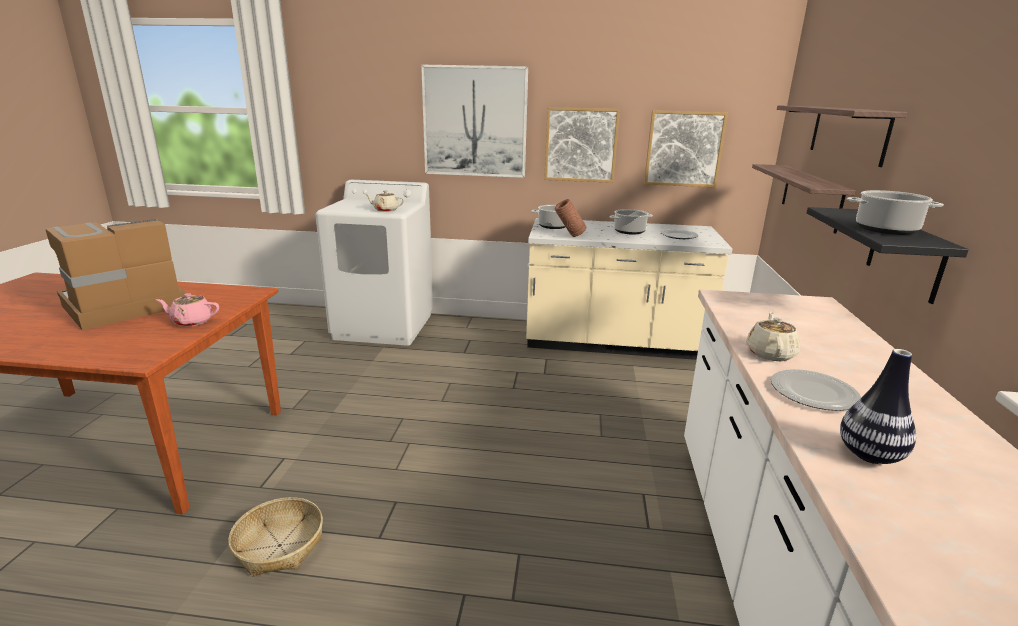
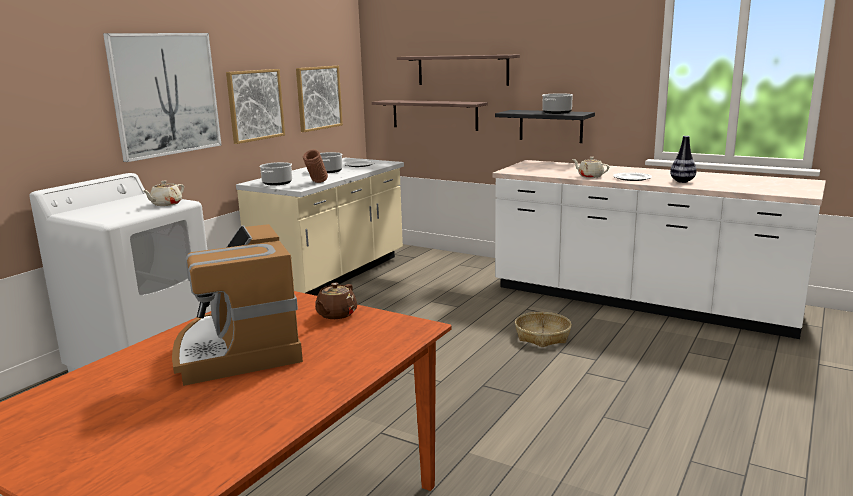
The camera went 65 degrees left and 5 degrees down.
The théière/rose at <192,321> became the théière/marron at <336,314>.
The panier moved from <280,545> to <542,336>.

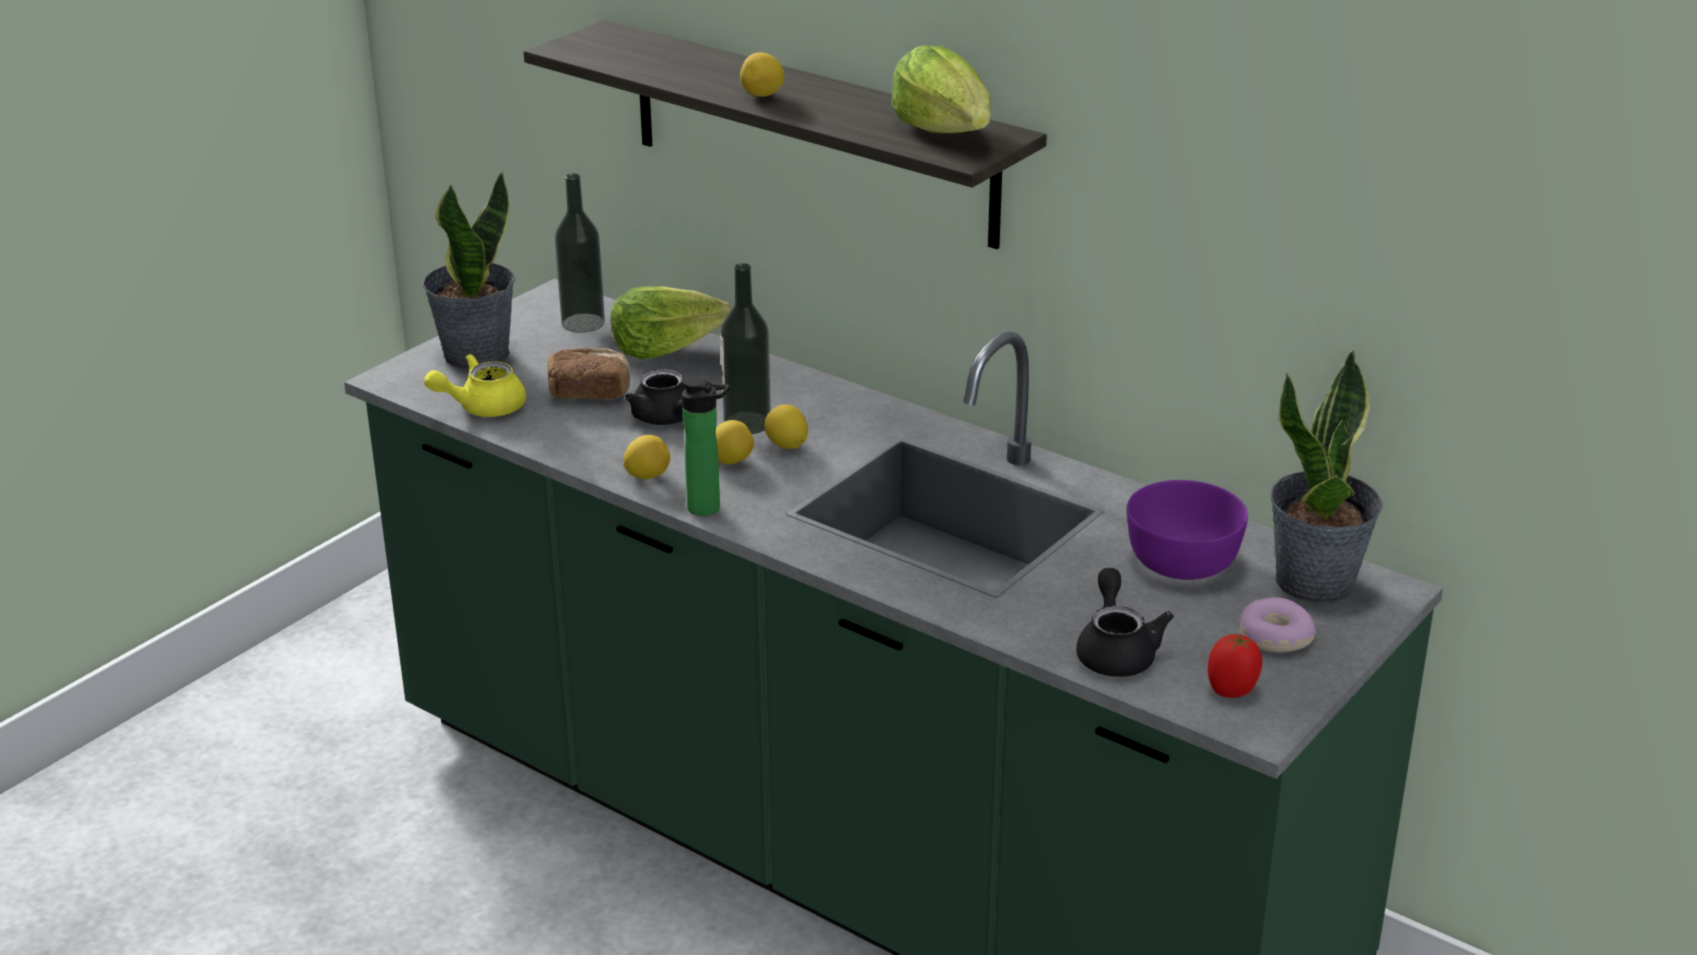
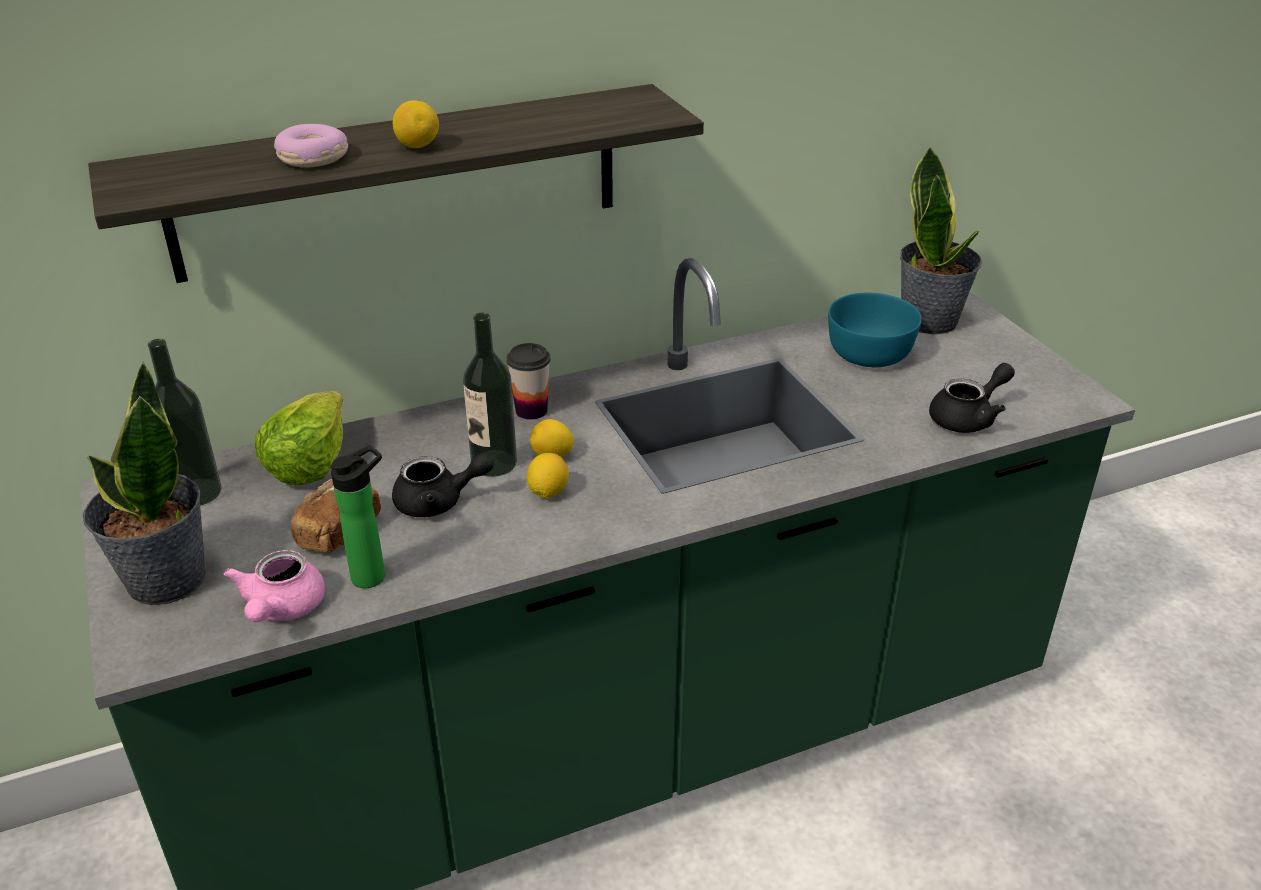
The camera went 60 degrees left and 5 degrees up.
The théière/jaune at <482,407> became the théière/rose at <281,609>.
The beignet moved from <1274,637> to <313,158>.
The bouteille moved from <709,509> to <373,575>.
The tasse at <531,410> appeared.
The bol/violet at <1184,560> became the bol/turquoise at <870,352>.
The théière/noir at <1116,651> turned 120 degrees clockwise.
The citron at <647,476> disappeared.
The laitue at <945,131> disappeared.
The tomate at <1232,690> disappeared.

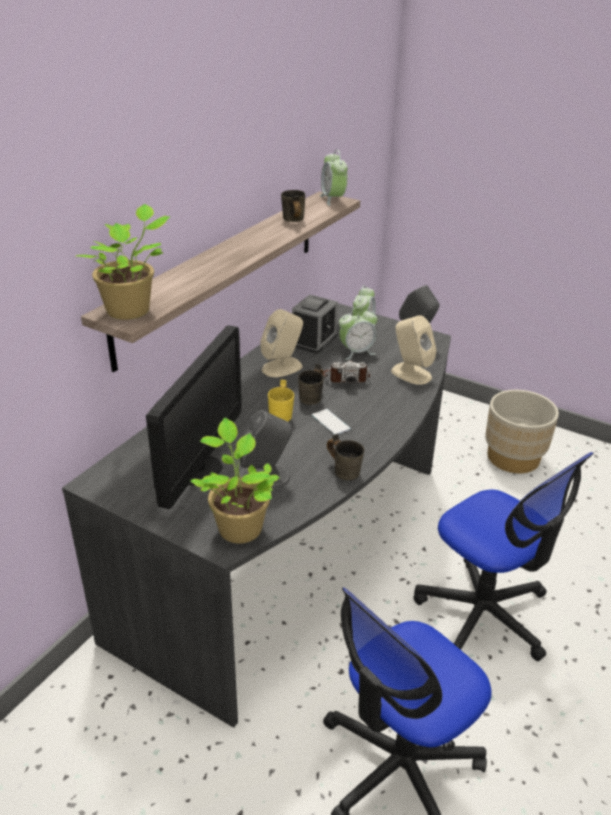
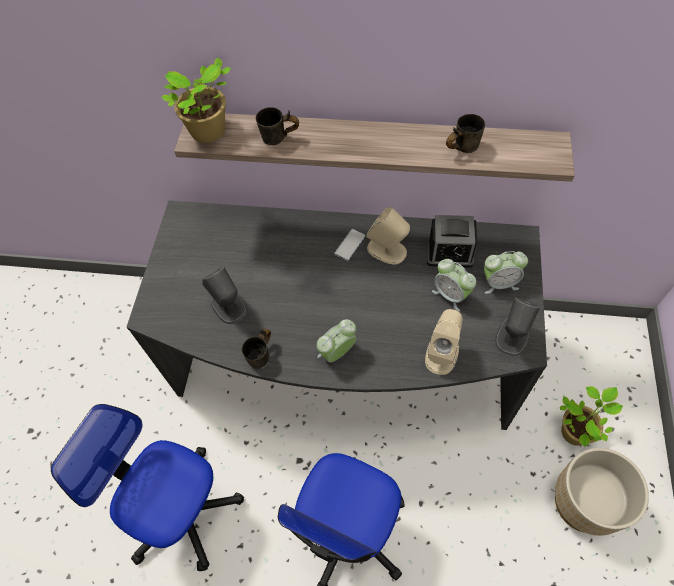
The camera went 70 degrees right and 25 degrees up.
The mug/gris moved from <314,398> to <279,140>.
The réveil moved from <333,199> to <337,352>.
The téléphone moved from <331,422> to <349,245>.
The plante en pot moved from <239,526> to <576,430>.
The écran d'ordinateur at <199,470> disappeared.
The mug/jaune at <284,415> disappeared.
The appareil photo at <346,377> disappeared.

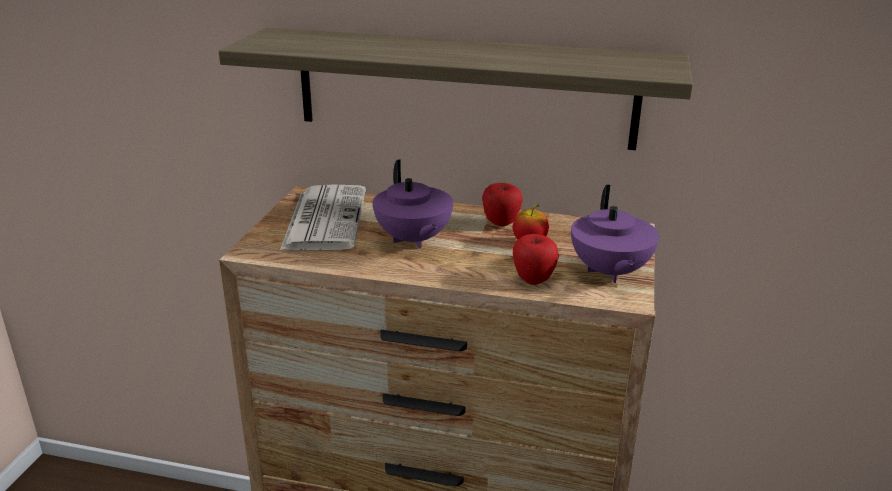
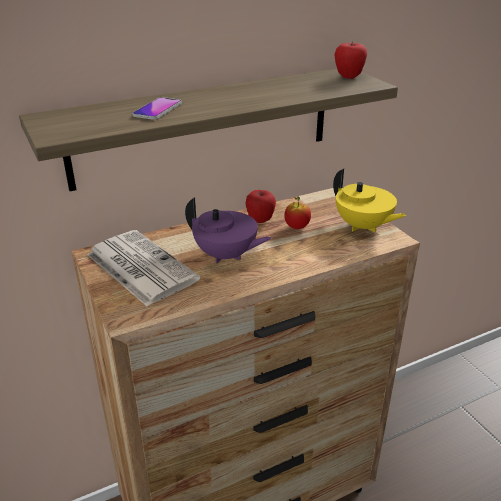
The camera went 40 degrees left and 5 degrees up.
The téléphone at <157,109> appeared.
The théière/violet at <609,272> became the théière/jaune at <363,226>.
The pomme moved from <533,280> to <348,77>.

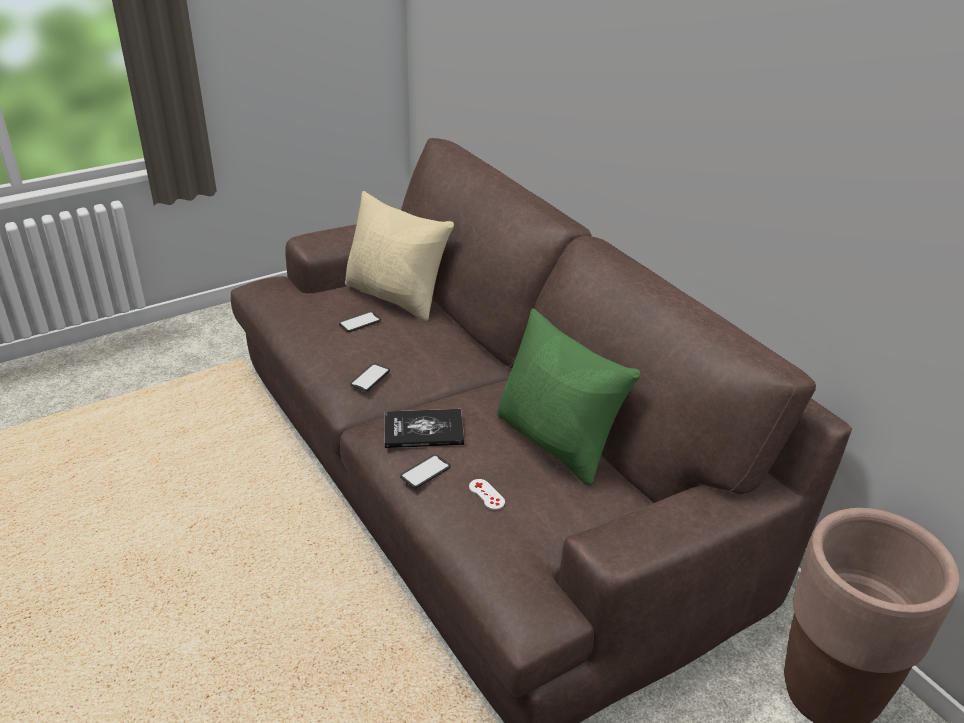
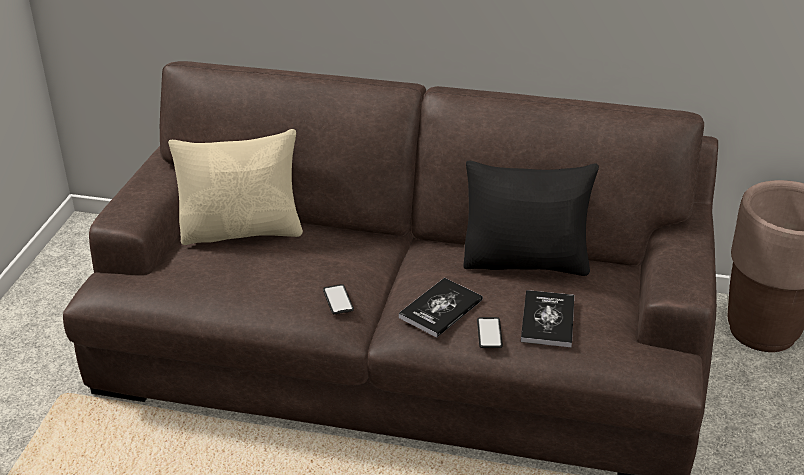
The camera went 45 degrees left and 0 degrees up.
The coussin/vert at <556,442> became the coussin/noir at <526,262>.
The manette/blanc at <486,494> was replaced by the livre at <547,320>.
The téléphone at <360,322> disappeared.

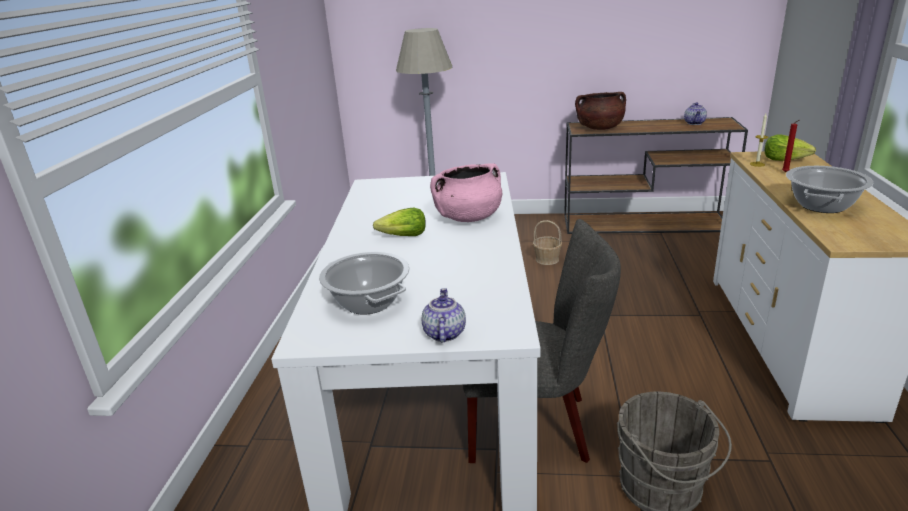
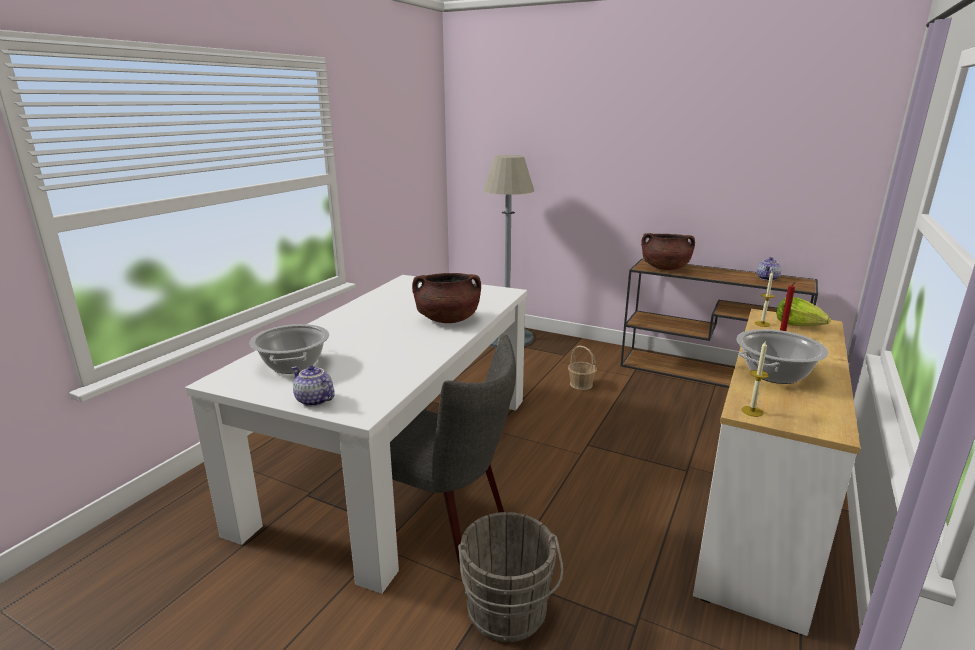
The camera went 20 degrees right and 5 degrees down.
The théière at <443,333> turned 75 degrees counterclockwise.
The marmite/rose at <468,217> became the marmite/marron at <447,319>.
The bougie at <752,411> appeared.
The laitue at <403,236> disappeared.

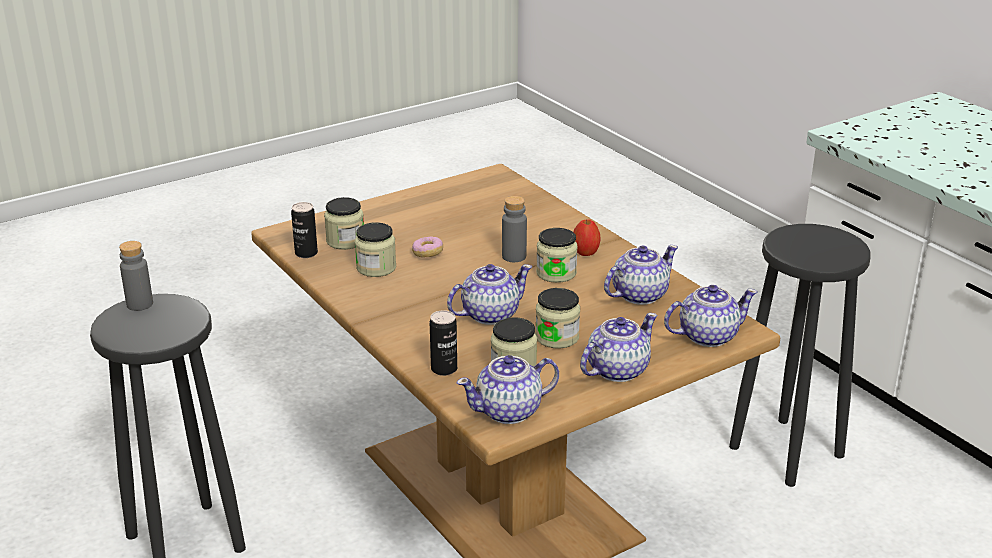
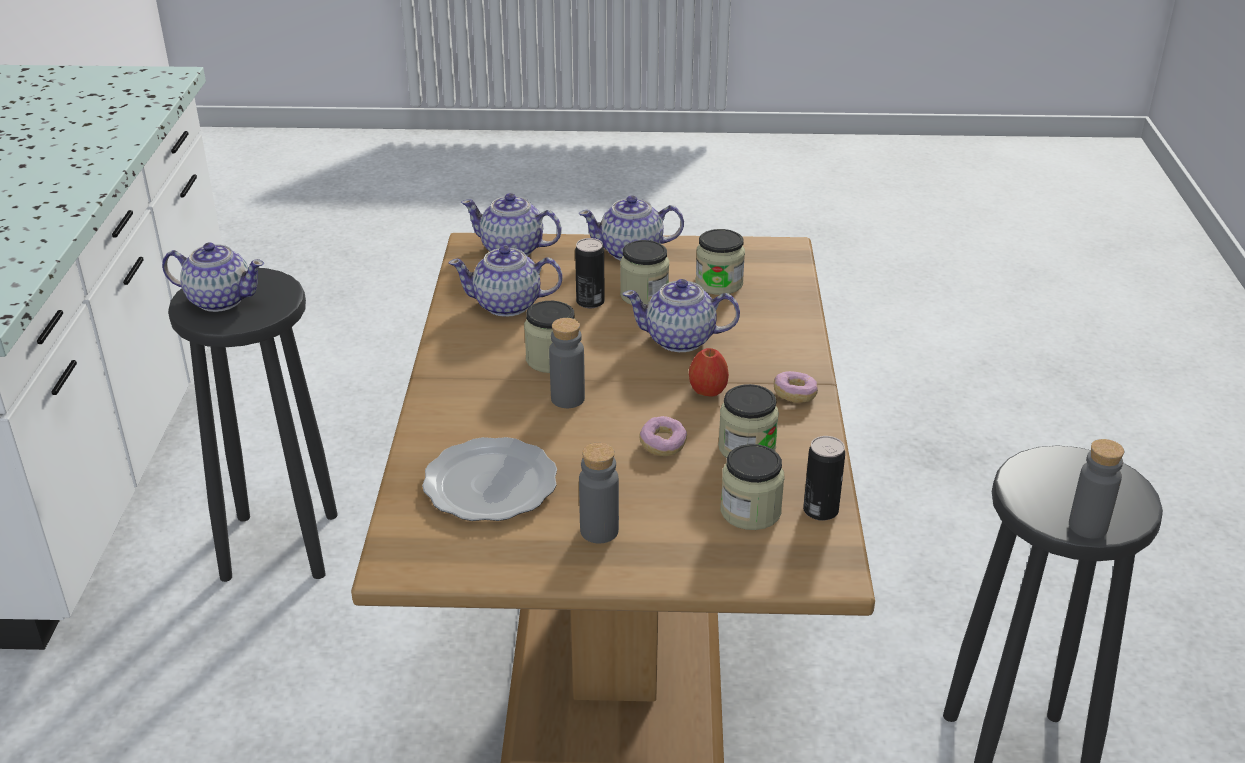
The camera went 145 degrees left and 5 degrees up.
The théière moved from <509,411> to <219,300>.
The assiette at <490,485> appeared.
The boîte métallique moved from <444,369> to <590,302>.
The bouteille/gris at <599,531> appeared.
The pomme moved from <585,252> to <707,392>.
The beignet at <794,395> appeared.

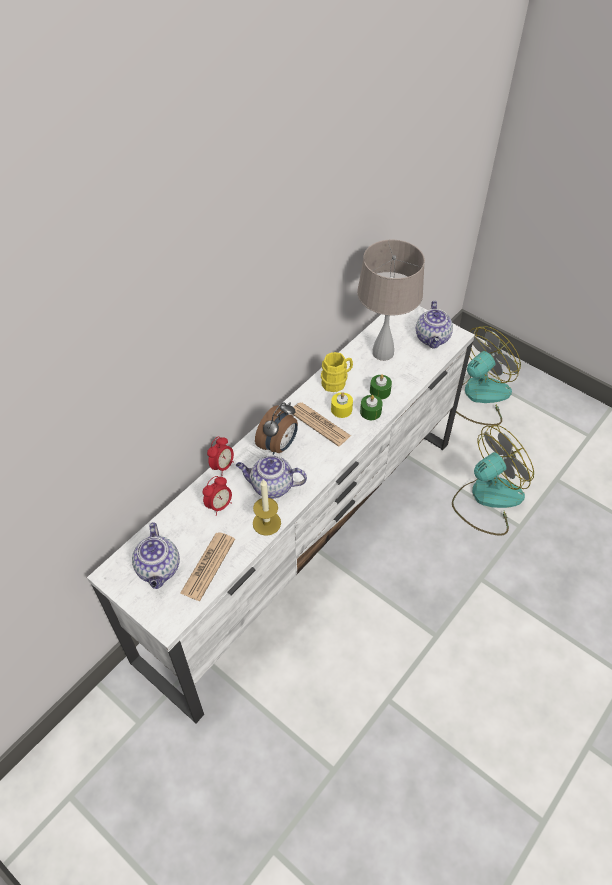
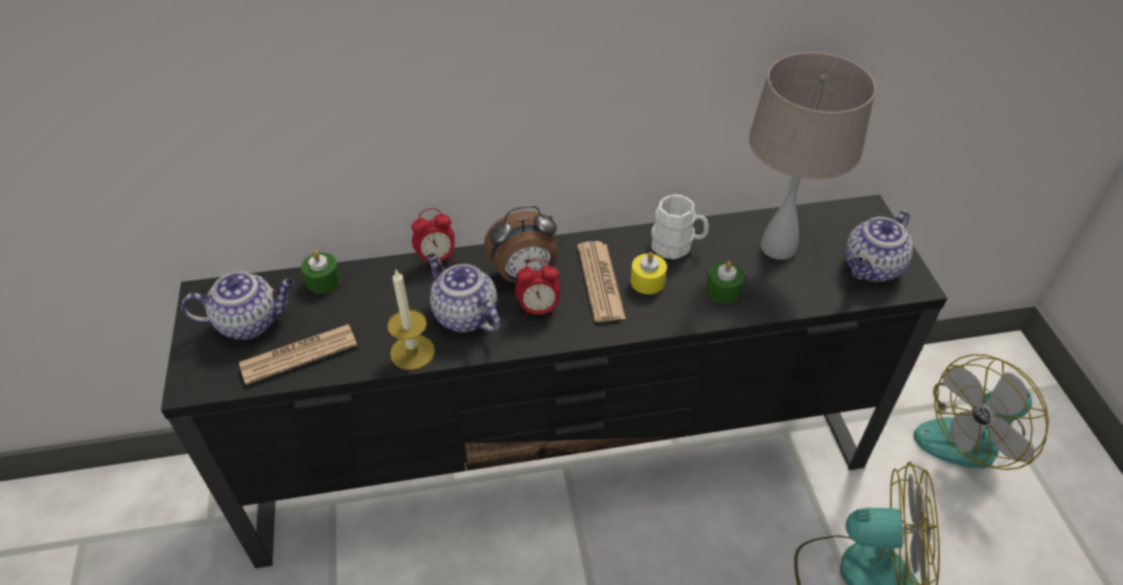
The camera went 40 degrees right and 5 degrees down.
The meuble télé/blanc at <306,542> became the meuble télé/noir at <564,460>.
The théière at <159,569> turned 135 degrees counterclockwise.
The bougie/vert moved from <370,412> to <323,280>.
The réveil moved from <219,505> to <538,309>.
The mug/jaune at <337,381> became the mug/blanc at <677,246>.
The ventilateur at <479,396> turned 150 degrees clockwise.

